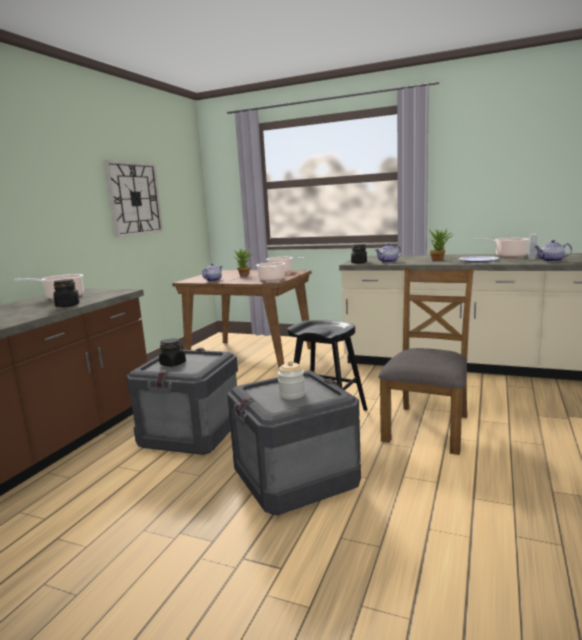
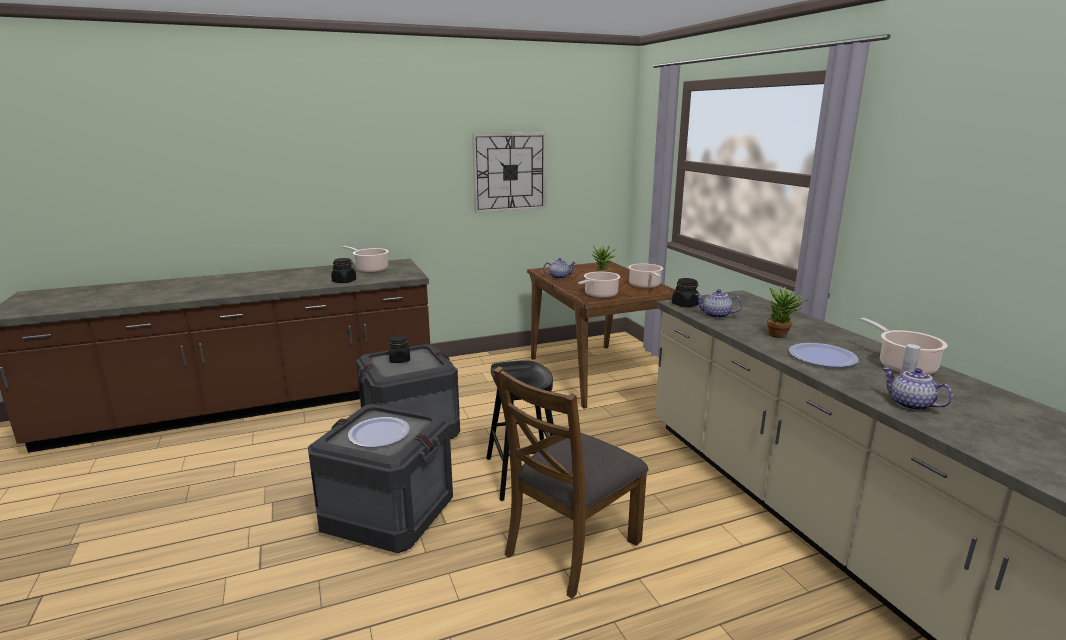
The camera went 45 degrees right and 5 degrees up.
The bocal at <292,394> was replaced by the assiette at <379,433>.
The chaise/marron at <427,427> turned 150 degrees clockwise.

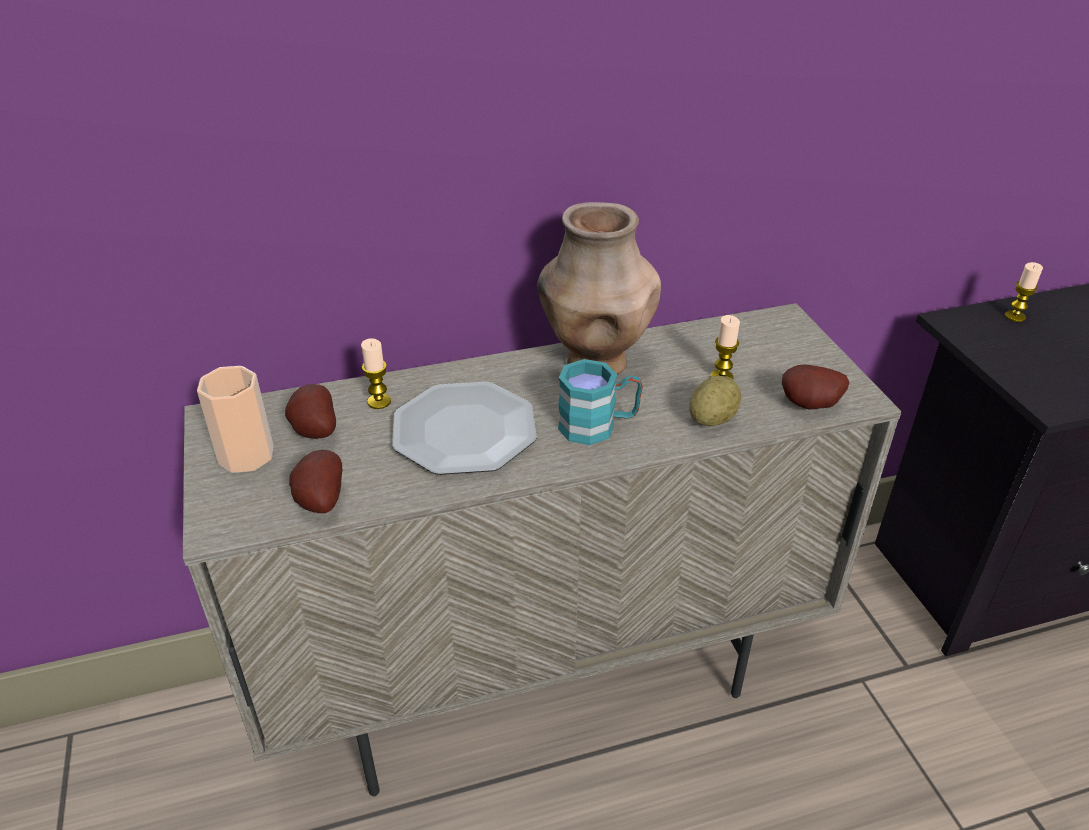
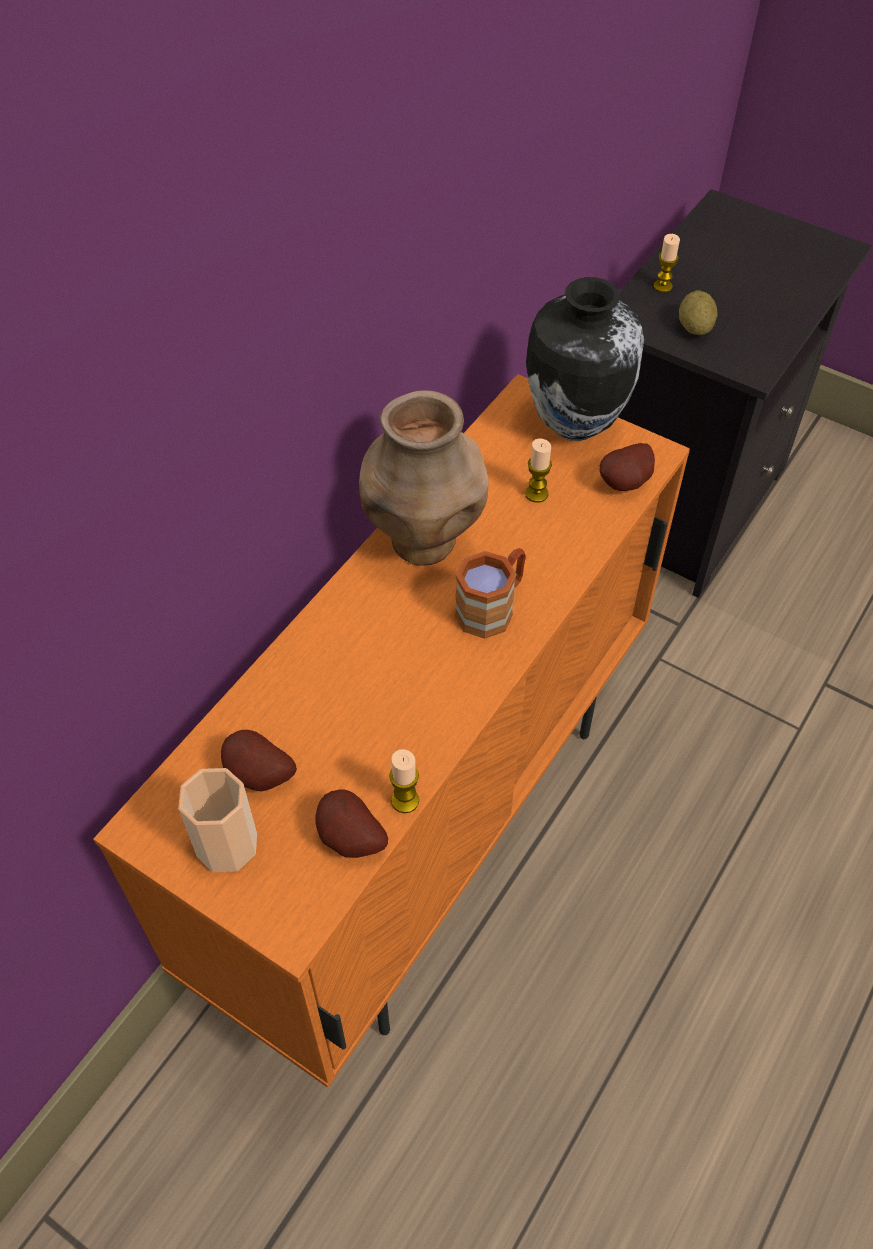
The camera went 40 degrees left and 15 degrees up.
The meuble de rangement/beige at <543,680> became the meuble de rangement/orange at <430,833>.
The bougie moved from <379,402> to <405,800>.
The mug/turquoise at <598,426> became the mug/marron at <492,607>.
The vase at <575,424> appeared.
The pomme de terre moved from <712,419> to <695,328>.
The assiette at <464,430> disappeared.

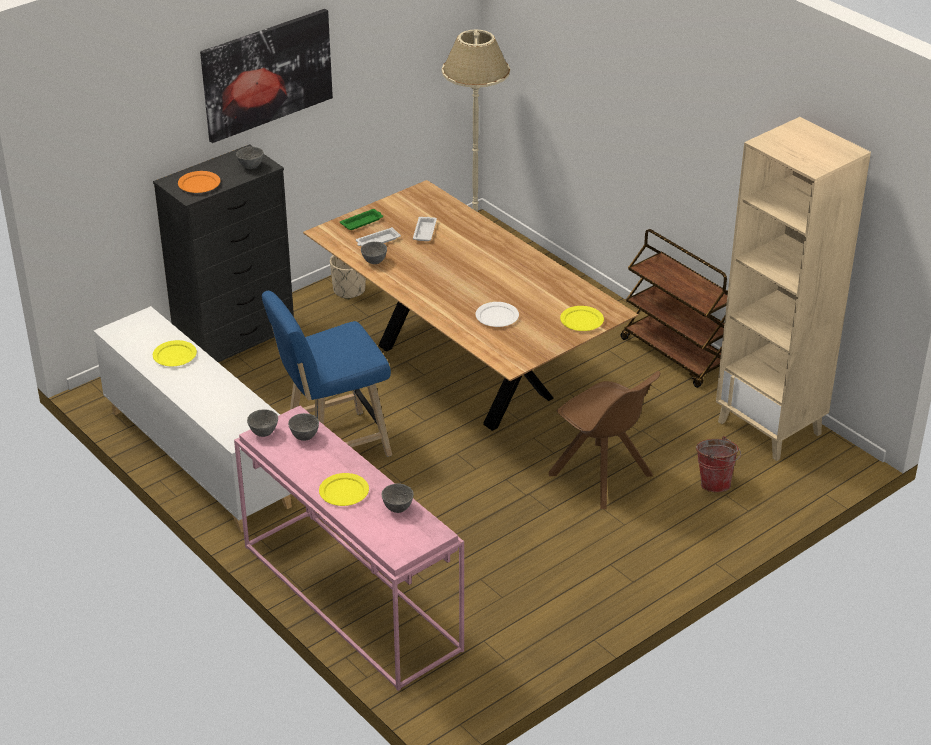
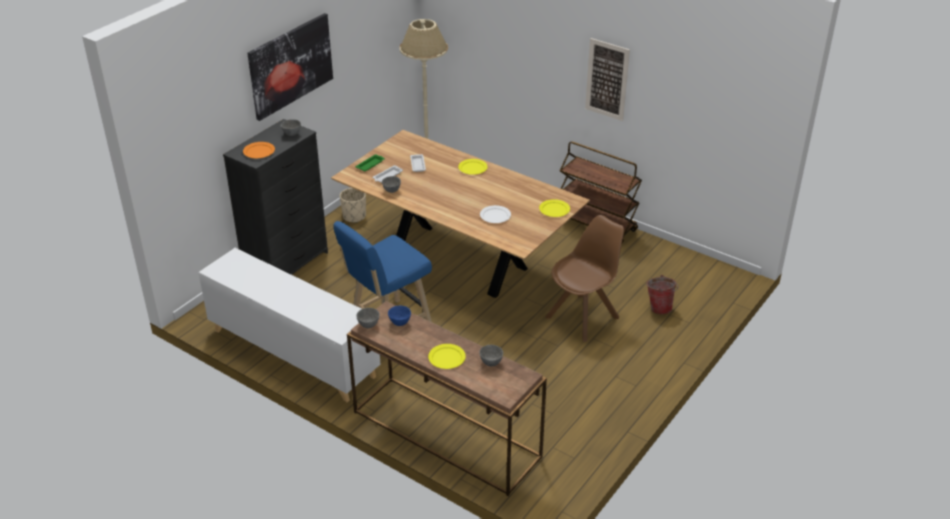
The camera went 15 degrees left and 0 degrees up.
The table console/rose at <348,597> became the table console/marron at <444,434>.
The bol/gris at <304,437> became the bol/bleu at <399,323>.
The assiette/jaune moved from <174,355> to <472,168>.
The chaise/marron at <602,476> turned 75 degrees counterclockwise.
The tableau at <607,79> appeared.
The bibliothèque/beige at <770,428> disappeared.

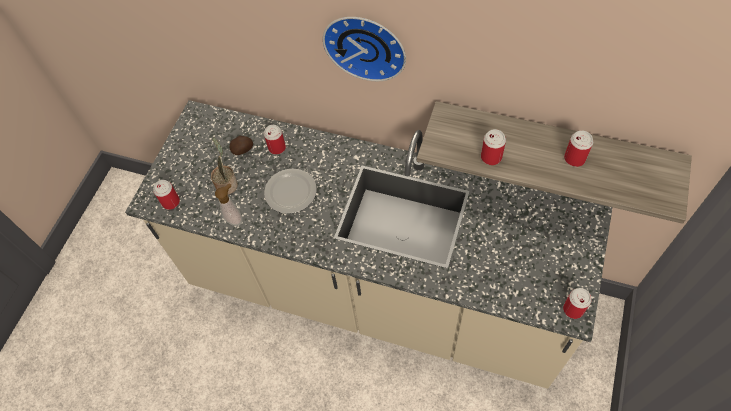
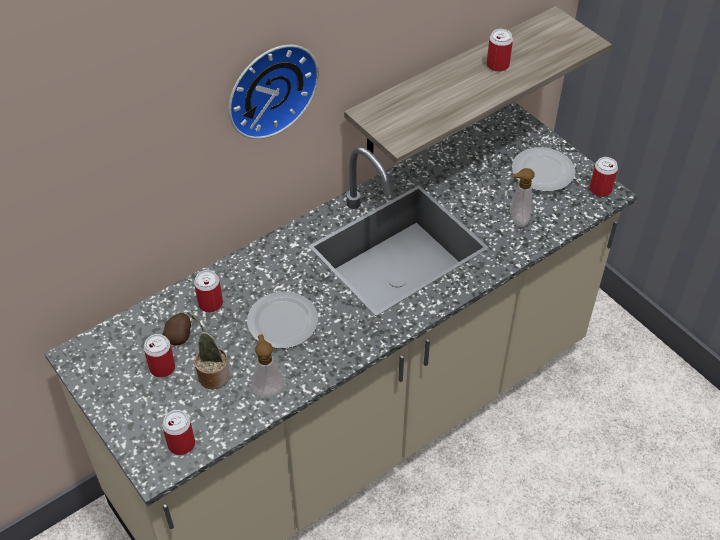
The camera went 60 degrees left and 10 degrees down.
The boîte métallique moved from <491,157> to <162,368>.
The distributeur de savon at <516,220> appeared.
The assiette at <542,171> appeared.

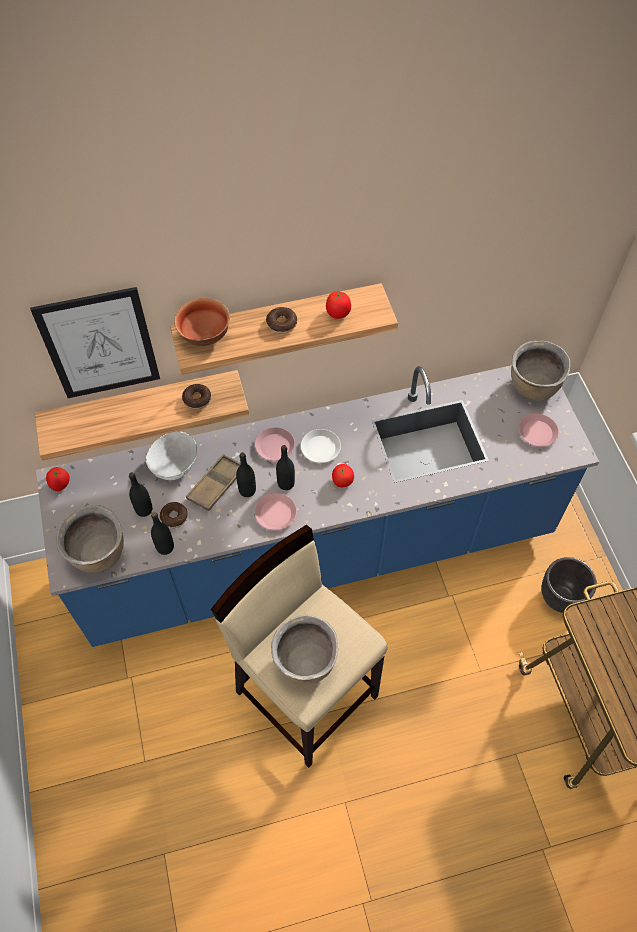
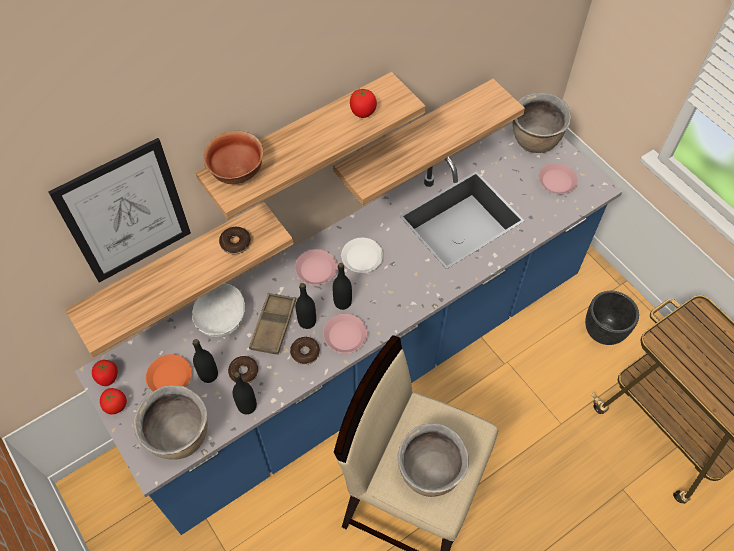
The camera went 20 degrees left and 0 degrees up.
The tomate moved from <342,481> to <116,405>.
The assiette/orange at <169,377> appeared.
The beignet moved from <281,323> to <305,353>.
The étagère at <414,138> appeared.

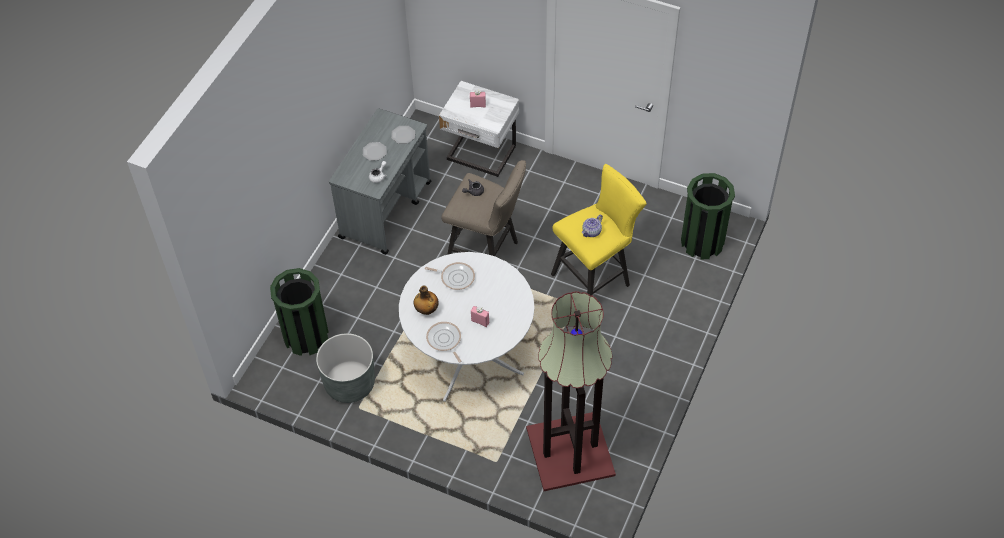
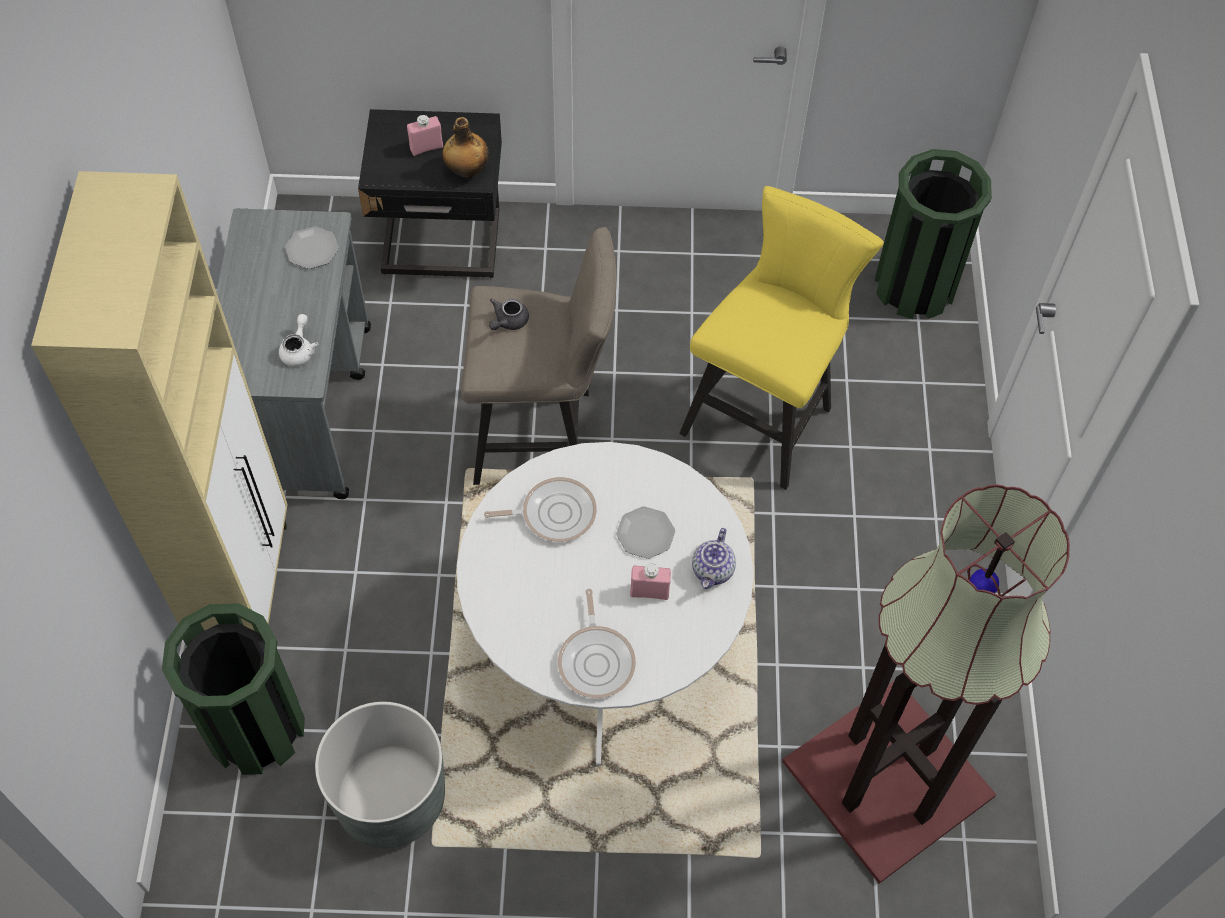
The camera went 25 degrees left and 5 degrees up.
The meuble de rangement/beige at <246,586> appeared.
The table de chevet/blanc at <481,155> became the table de chevet/noir at <442,246>.
The bouteille moved from <426,310> to <467,171>.
The poêle at <444,340> turned 135 degrees counterclockwise.
The assiette moved from <374,152> to <645,534>.
The théière moved from <591,232> to <713,570>.

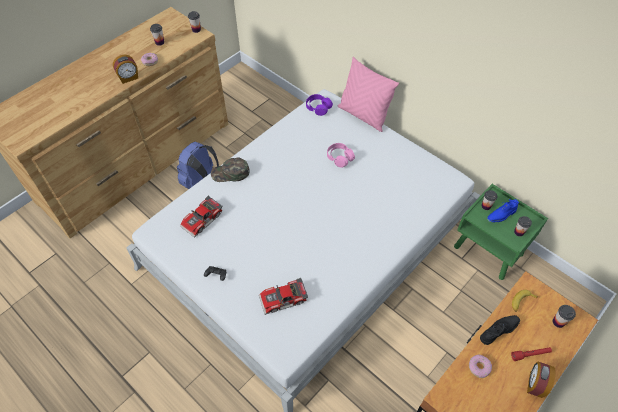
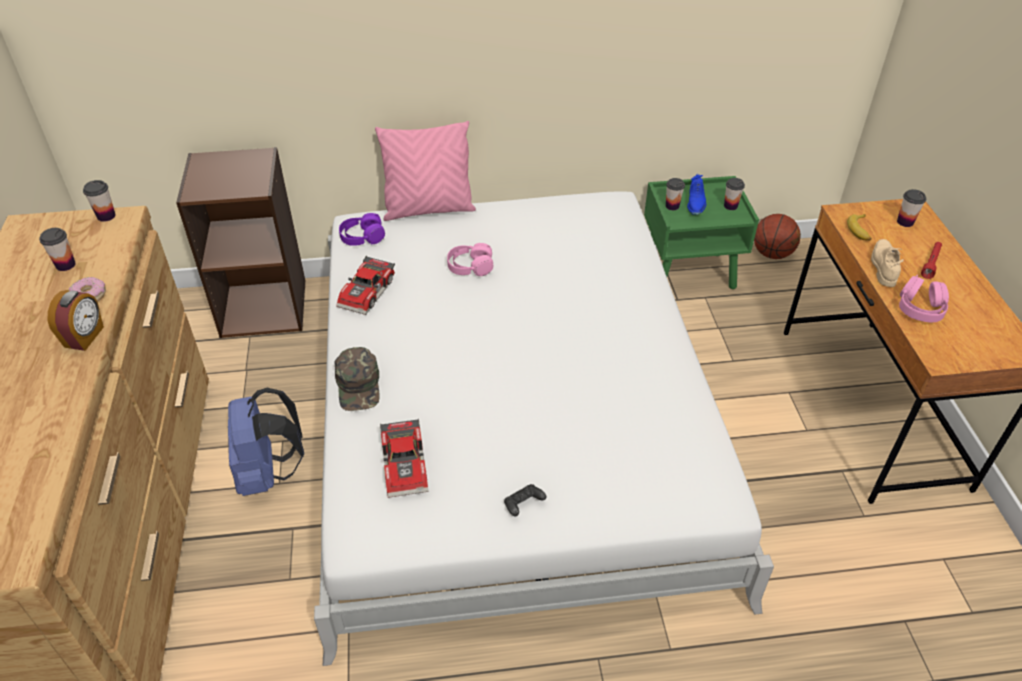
The camera went 50 degrees left and 10 degrees down.
The bibliothèque/marron at <264,307> appeared.
The casquette/vert at <230,173> turned 45 degrees counterclockwise.
The petite voiture moved from <283,300> to <368,292>.
The ballon de basket at <772,254> appeared.
The chaussure/noir at <498,330> became the chaussure/beige at <883,267>.
The beignet at <479,367> was replaced by the casque audio/rose at <920,308>.
The réveil at <535,384> disappeared.

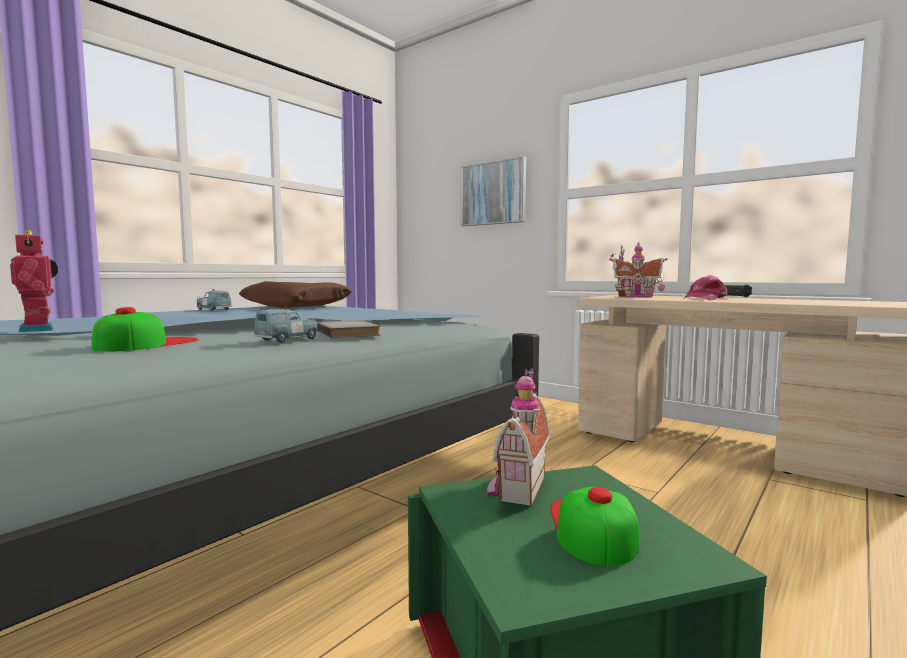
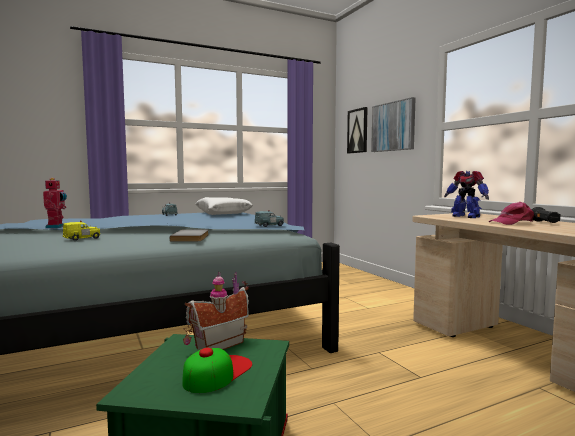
The camera went 25 degrees right and 0 degrees up.
The casquette at <147,344> was replaced by the petite voiture/jaune at <82,239>.
The coussin/marron at <295,306> became the coussin/blanc at <223,213>.
The petite voiture/bleu moved from <288,340> to <269,226>.
The tableau at <358,131> appeared.
The maison miniature at <636,297> was replaced by the robot jouet at <465,216>.

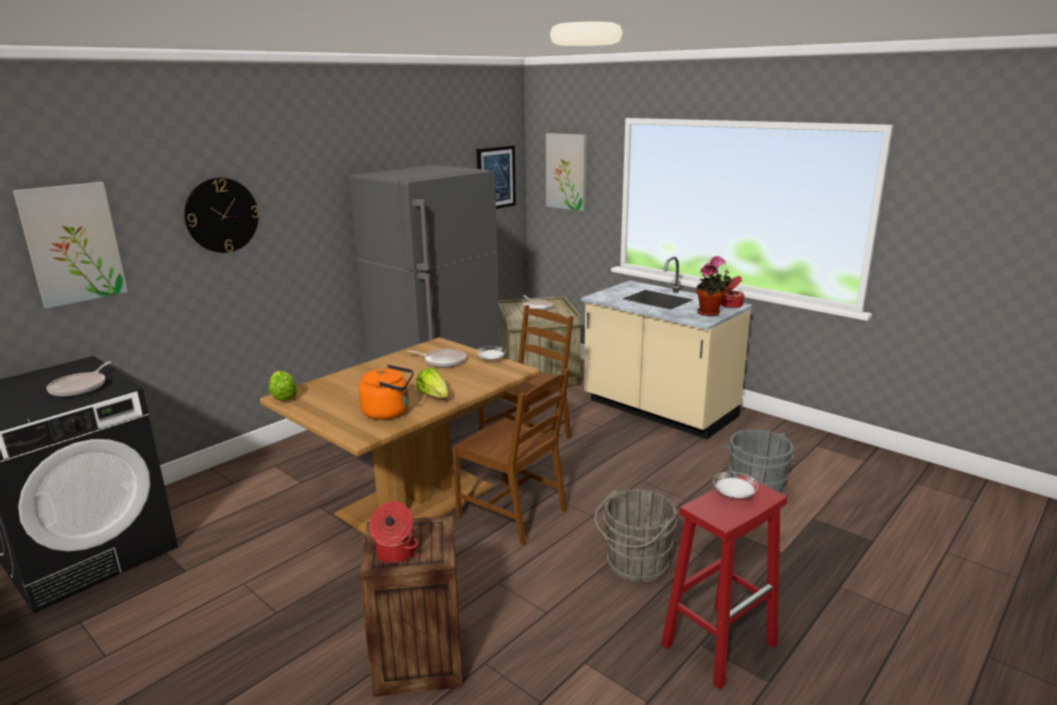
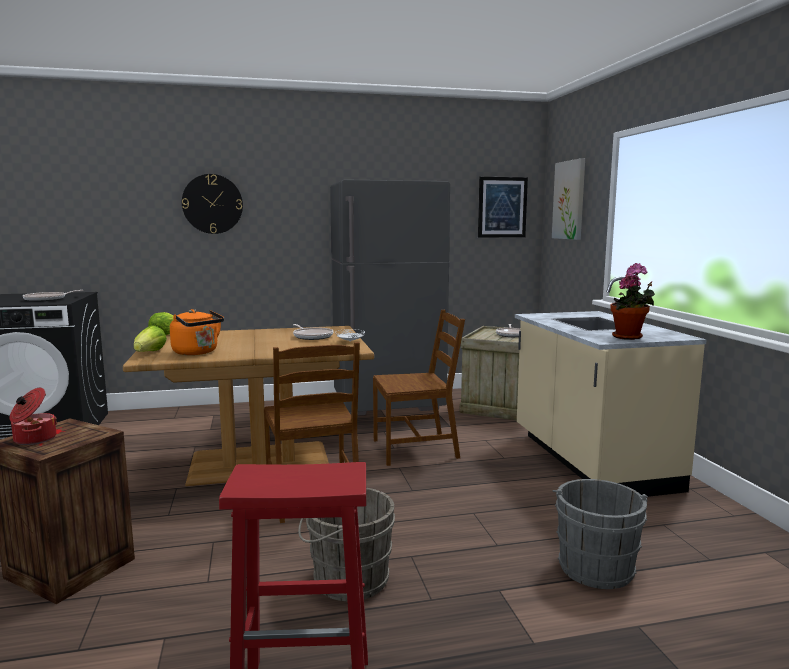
The camera went 35 degrees right and 10 degrees down.
The laitue moved from <434,396> to <150,353>.
The tableau at <72,243> disappeared.
The assiette/blanc at <734,495> disappeared.
The marmite at <730,305> disappeared.

